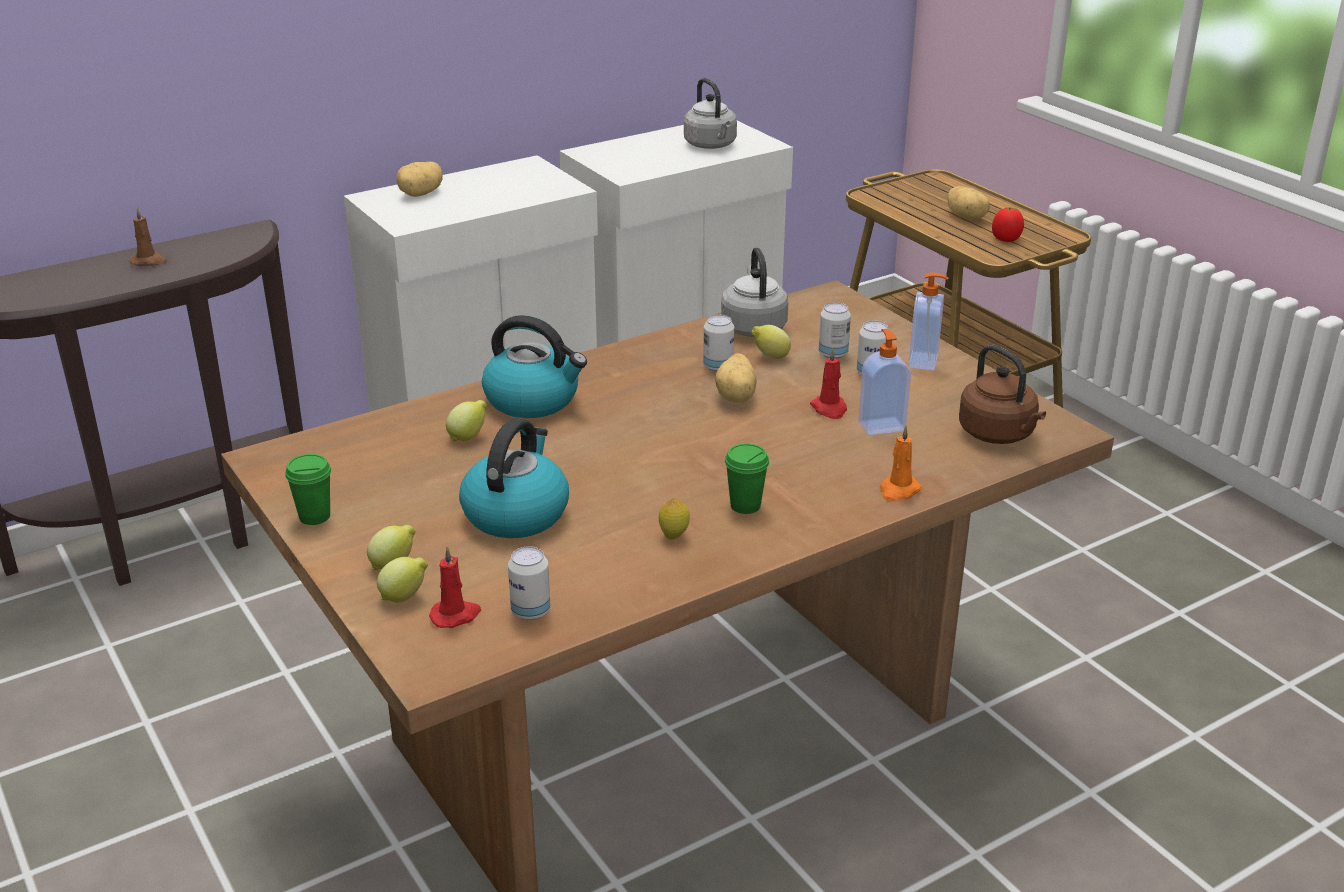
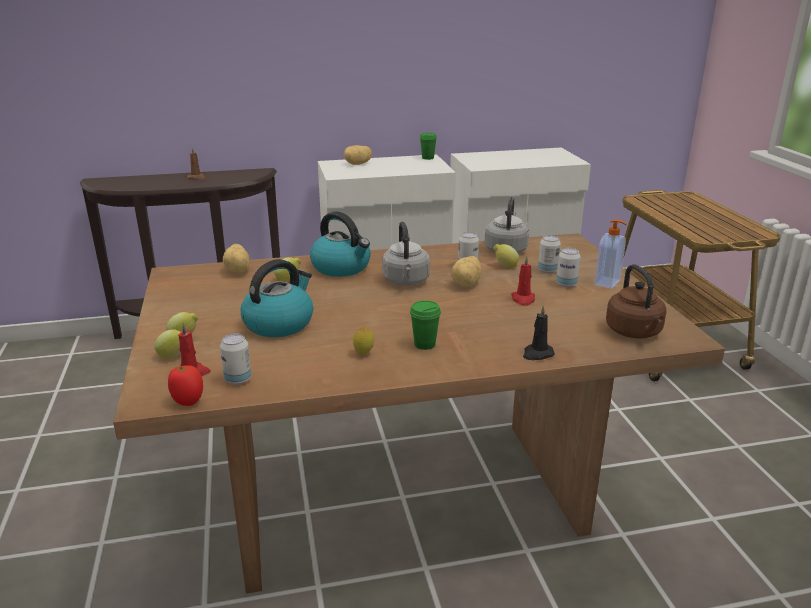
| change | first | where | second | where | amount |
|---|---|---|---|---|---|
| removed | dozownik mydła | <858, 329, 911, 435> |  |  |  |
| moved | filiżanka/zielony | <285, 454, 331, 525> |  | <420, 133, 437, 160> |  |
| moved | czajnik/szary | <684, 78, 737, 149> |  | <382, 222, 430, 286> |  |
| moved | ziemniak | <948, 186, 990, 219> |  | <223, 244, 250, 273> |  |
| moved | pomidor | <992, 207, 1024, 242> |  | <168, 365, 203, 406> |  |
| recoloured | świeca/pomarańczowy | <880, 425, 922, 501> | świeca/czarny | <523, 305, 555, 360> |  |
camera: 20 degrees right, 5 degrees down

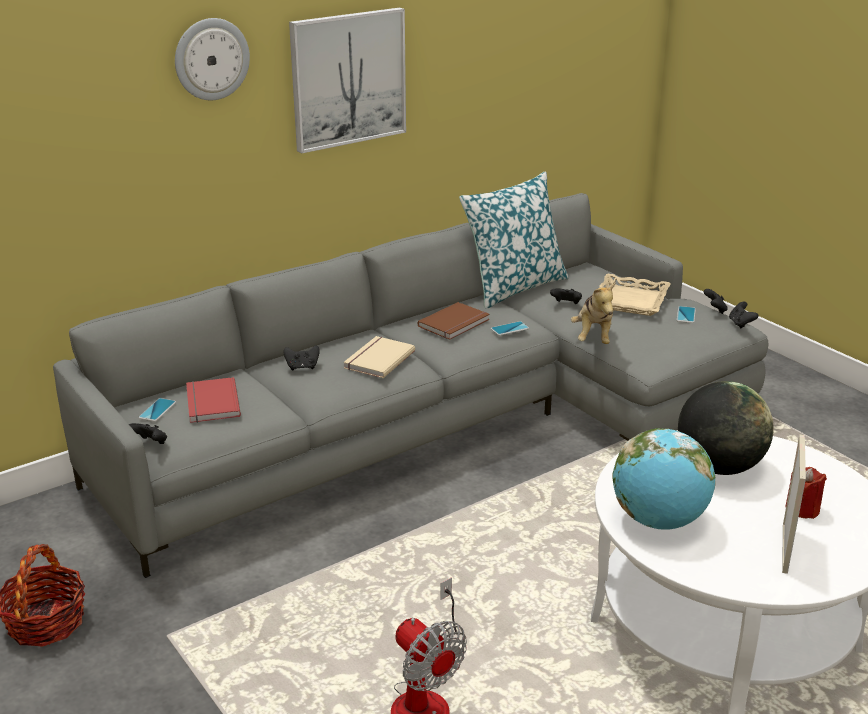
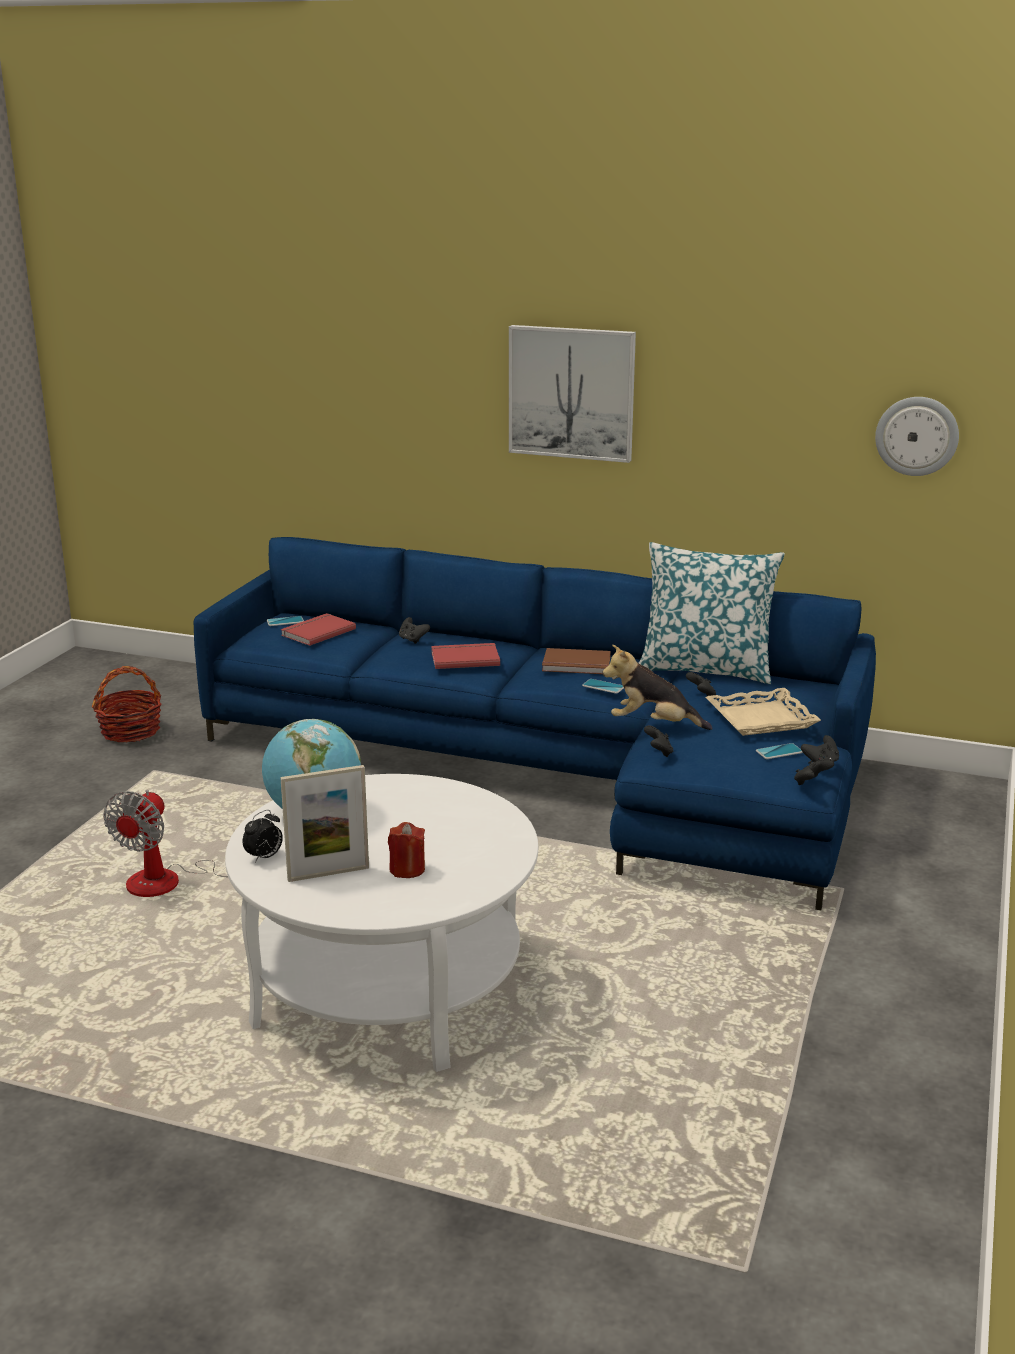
| change | first | where | second | where | amount |
|---|---|---|---|---|---|
| removed | globus | <678, 381, 774, 475> |  |  |  |
| added |  |  | budzik | <243, 810, 283, 863> |  |
| moved | pad do gier/czarny | <129, 423, 167, 444> |  | <644, 725, 673, 757> |  |
| moved | zegar ścienny | <175, 18, 250, 100> |  | <875, 397, 959, 476> |  |
| recoloured | kanapa/szary | <53, 193, 769, 578> | kanapa/niebieski | <194, 537, 876, 910> |  |
| recoloured | książka/beżowy | <343, 336, 415, 378> | książka/czerwony | <431, 643, 500, 669> |  |
| turned | pluszak | <571, 282, 616, 344> |  | <603, 644, 712, 730> | 45 degrees clockwise |
camera: 55 degrees right, 5 degrees down

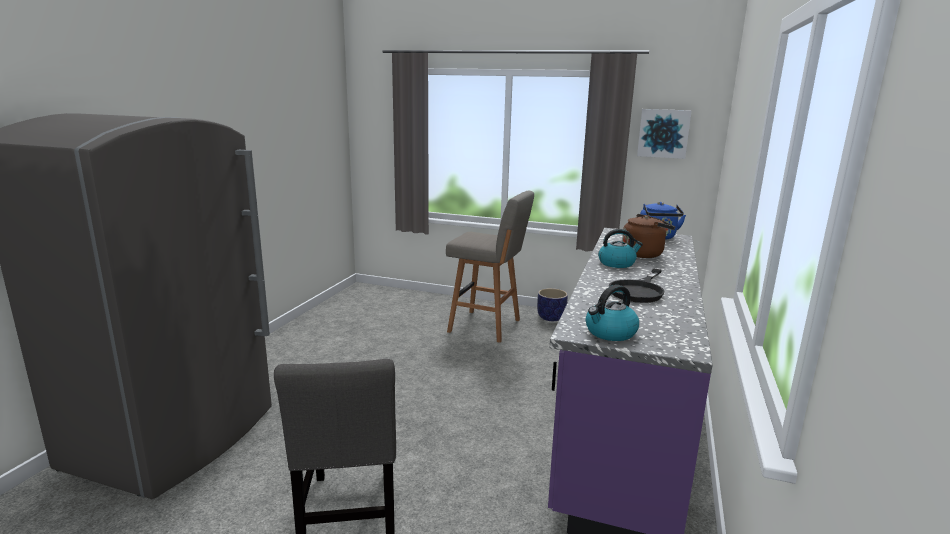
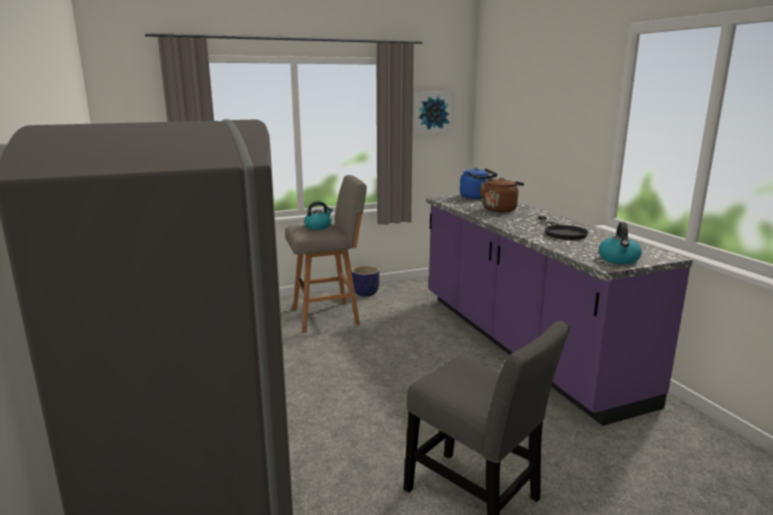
| change | first | where | second | where | amount |
|---|---|---|---|---|---|
| moved | czajnik | <598, 229, 643, 268> |  | <304, 201, 333, 230> |  |
camera: 40 degrees left, 0 degrees up

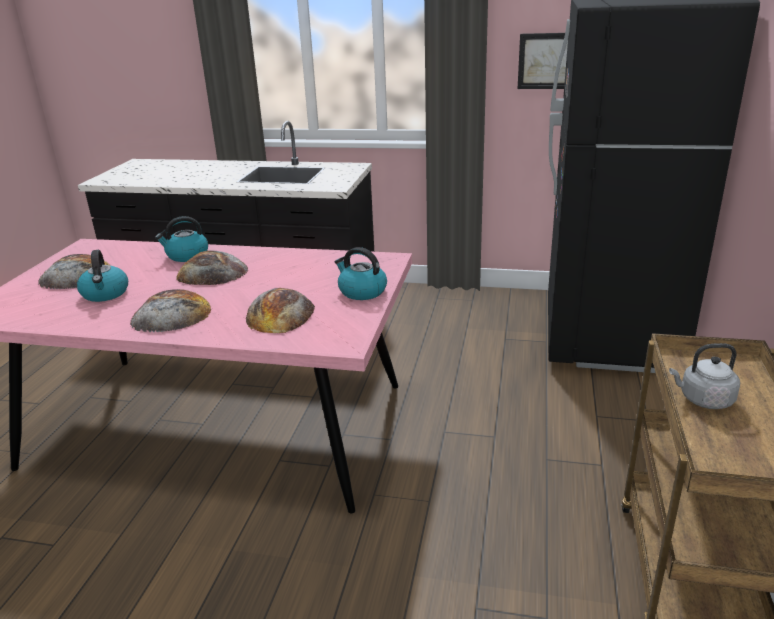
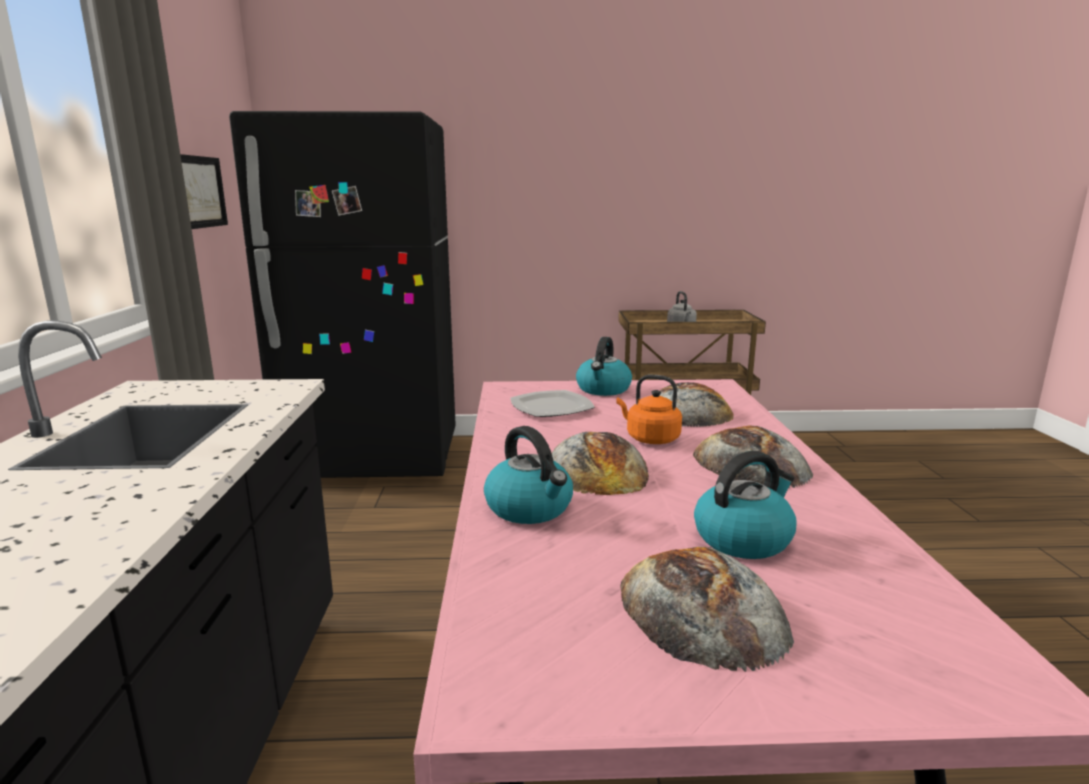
| change | first | where | second | where | amount |
|---|---|---|---|---|---|
| added |  |  | talerz | <510, 390, 595, 417> |  |
| added |  |  | czajnik/pomarańczowy | <617, 375, 682, 444> |  |
camera: 105 degrees left, 10 degrees down

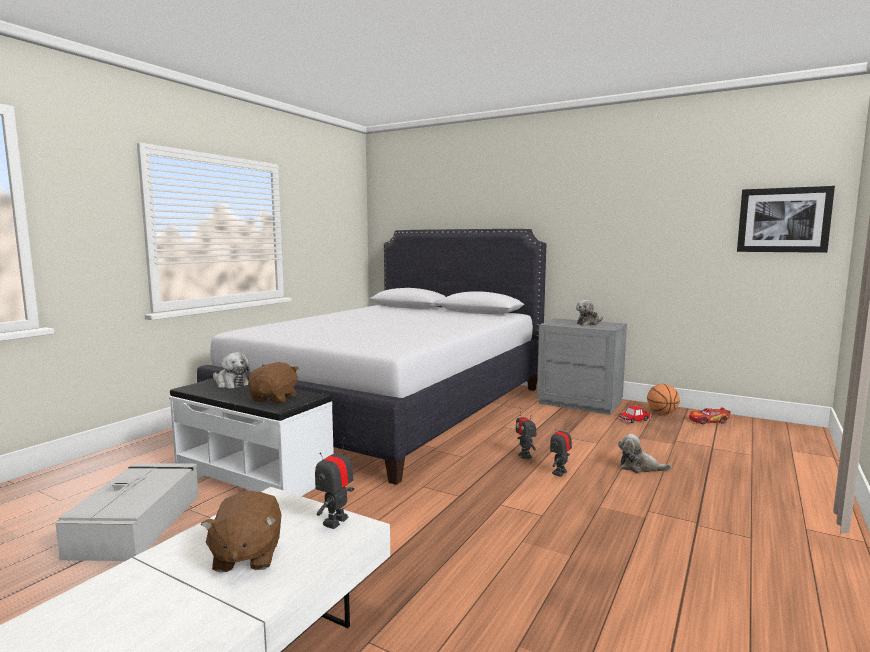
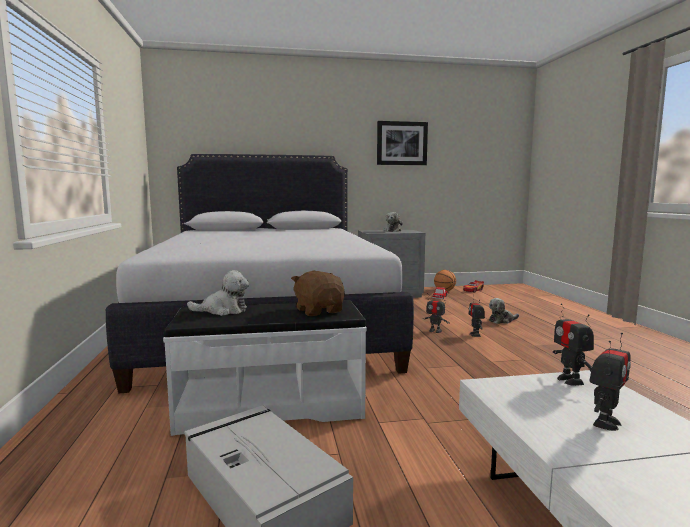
| change | first | where | second | where | amount |
|---|---|---|---|---|---|
| moved | obraz | <737, 186, 835, 253> |  | <377, 121, 428, 165> |  |
| replaced | pluszak/brązowy | <201, 490, 282, 572> | robot zabawkowy | <589, 333, 631, 431> |  |
camera: 40 degrees left, 0 degrees up

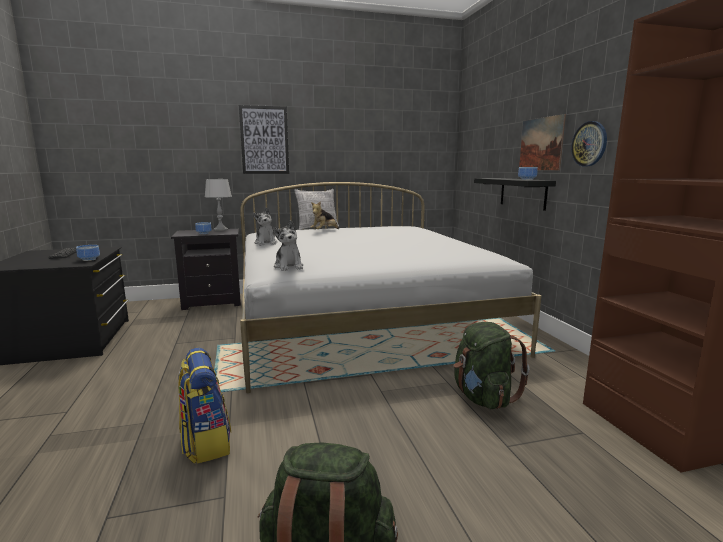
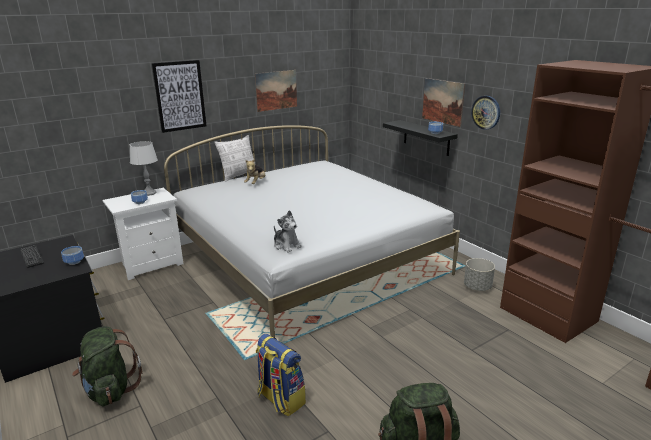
| change | first | where | second | where | amount |
|---|---|---|---|---|---|
| removed | pluszak | <253, 208, 277, 246> |  |  |  |
| added |  |  | obraz | <255, 70, 297, 112> |  |
| added |  |  | donica/szary | <464, 258, 495, 291> |  |
| moved | plecak/zielony | <454, 322, 530, 409> |  | <72, 326, 142, 406> |  |
| recoloured | szafka nocna/czarny | <171, 229, 241, 310> | szafka nocna/biały | <103, 188, 184, 280> |  |
camera: 20 degrees left, 10 degrees up

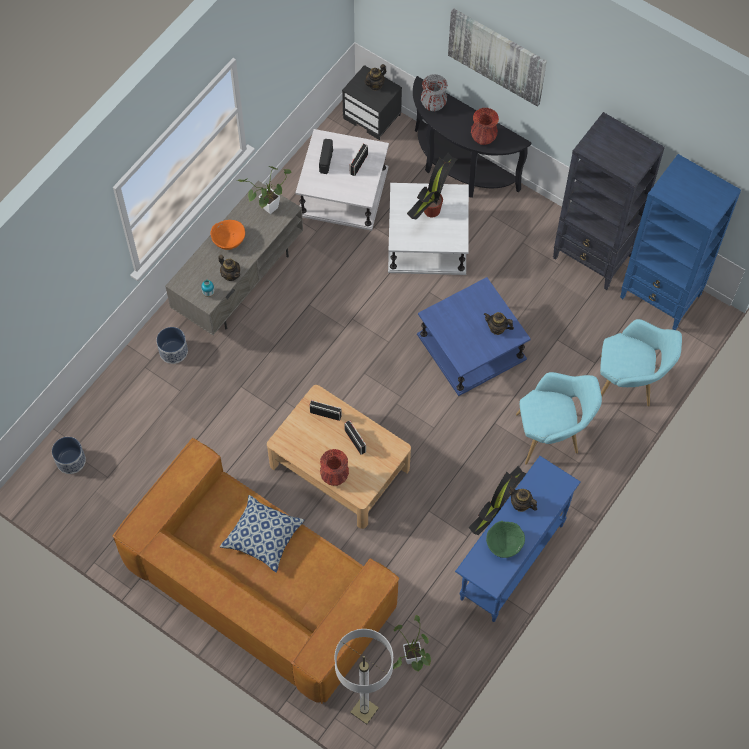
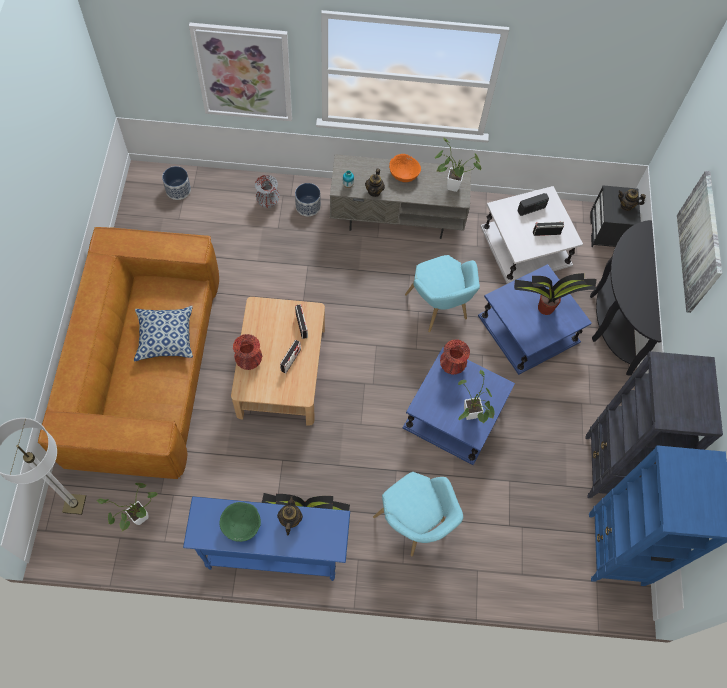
| change | first | where | second | where | amount |
|---|---|---|---|---|---|
| added |  |  | obraz | <189, 23, 292, 121> |  |
| moved | wazon/szary | <421, 74, 448, 111> |  | <255, 175, 279, 208> |  |
| moved | wazon/czerwony | <471, 108, 499, 145> |  | <440, 339, 470, 375> |  |
| moved | fotel/turkusowy | <600, 319, 682, 406> |  | <405, 255, 480, 332> |  |
| replaced | imbryk | <484, 312, 514, 335> | roślina doniczkowa | <458, 370, 495, 424> |  |
| recoloured | stolik/biały | <388, 183, 469, 275> | stolik/niebieski | <478, 264, 592, 375> |  |
camera: 55 degrees right, 0 degrees up

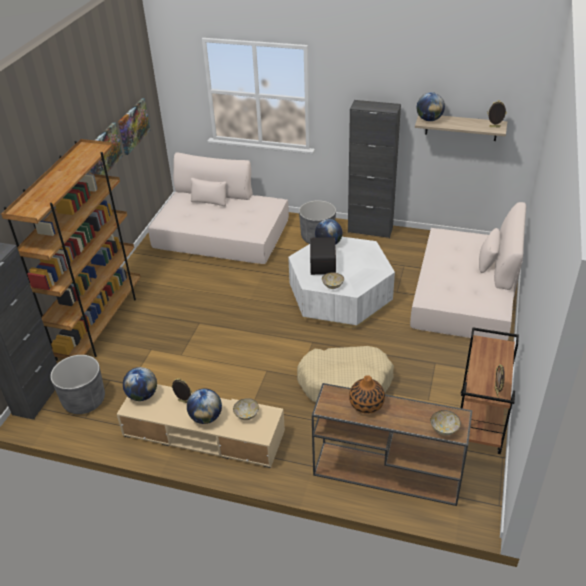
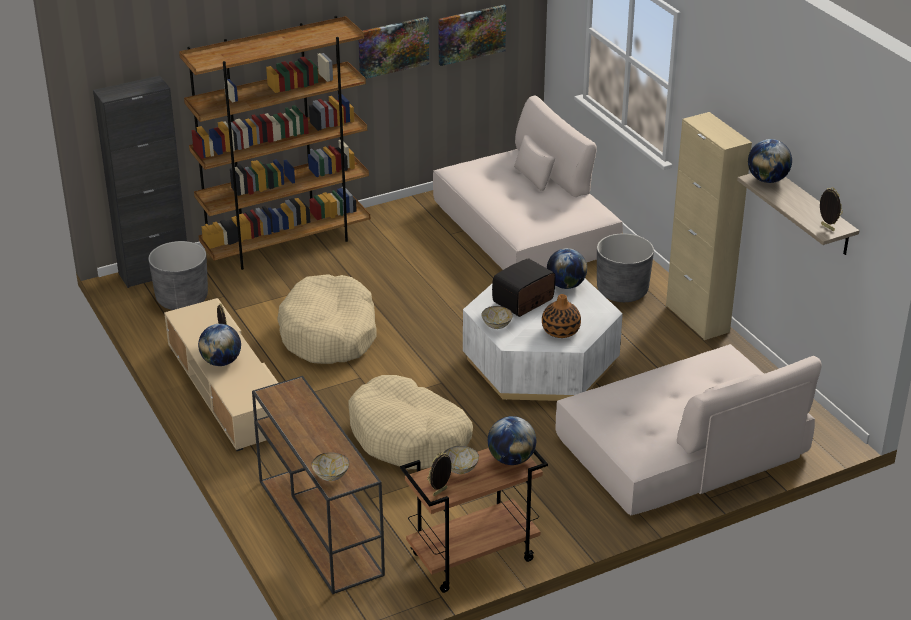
| change | first | where | second | where | amount |
|---|---|---|---|---|---|
| added |  |  | legowisko/beżowy | <277, 274, 377, 364> |  |
| moved | globus | <123, 367, 157, 401> |  | <488, 416, 536, 465> |  |
| moved | miska | <233, 398, 259, 420> |  | <444, 446, 479, 474> |  |
| moved | wazon | <349, 375, 385, 414> |  | <542, 294, 581, 338> |  |
| recoloured | szafka/czarny | <348, 100, 401, 238> | szafka/beżowy | <666, 112, 752, 340> |  |
camera: 45 degrees right, 5 degrees down

